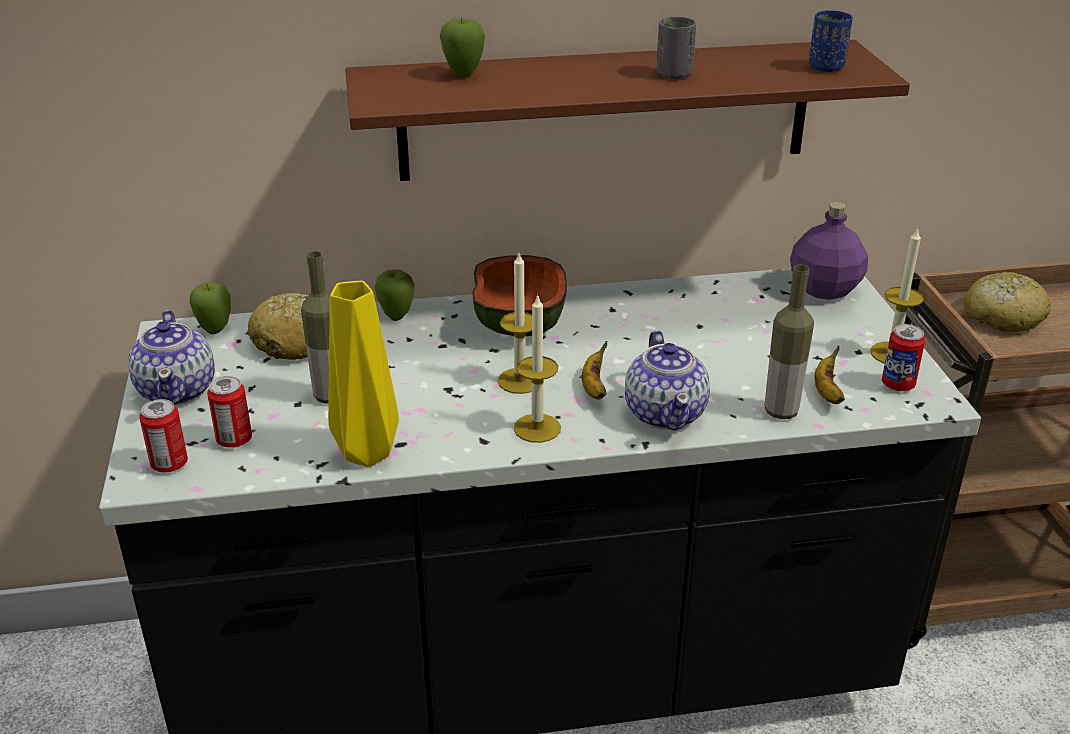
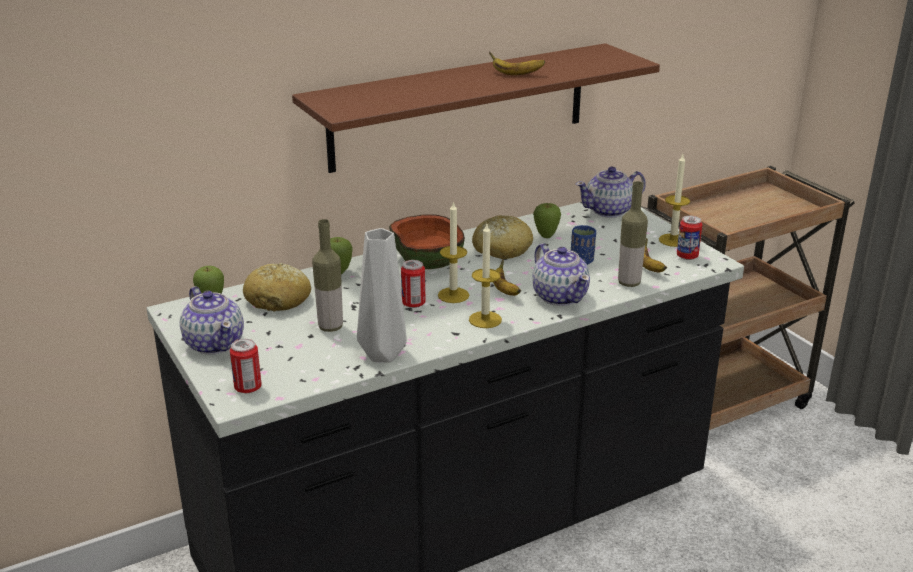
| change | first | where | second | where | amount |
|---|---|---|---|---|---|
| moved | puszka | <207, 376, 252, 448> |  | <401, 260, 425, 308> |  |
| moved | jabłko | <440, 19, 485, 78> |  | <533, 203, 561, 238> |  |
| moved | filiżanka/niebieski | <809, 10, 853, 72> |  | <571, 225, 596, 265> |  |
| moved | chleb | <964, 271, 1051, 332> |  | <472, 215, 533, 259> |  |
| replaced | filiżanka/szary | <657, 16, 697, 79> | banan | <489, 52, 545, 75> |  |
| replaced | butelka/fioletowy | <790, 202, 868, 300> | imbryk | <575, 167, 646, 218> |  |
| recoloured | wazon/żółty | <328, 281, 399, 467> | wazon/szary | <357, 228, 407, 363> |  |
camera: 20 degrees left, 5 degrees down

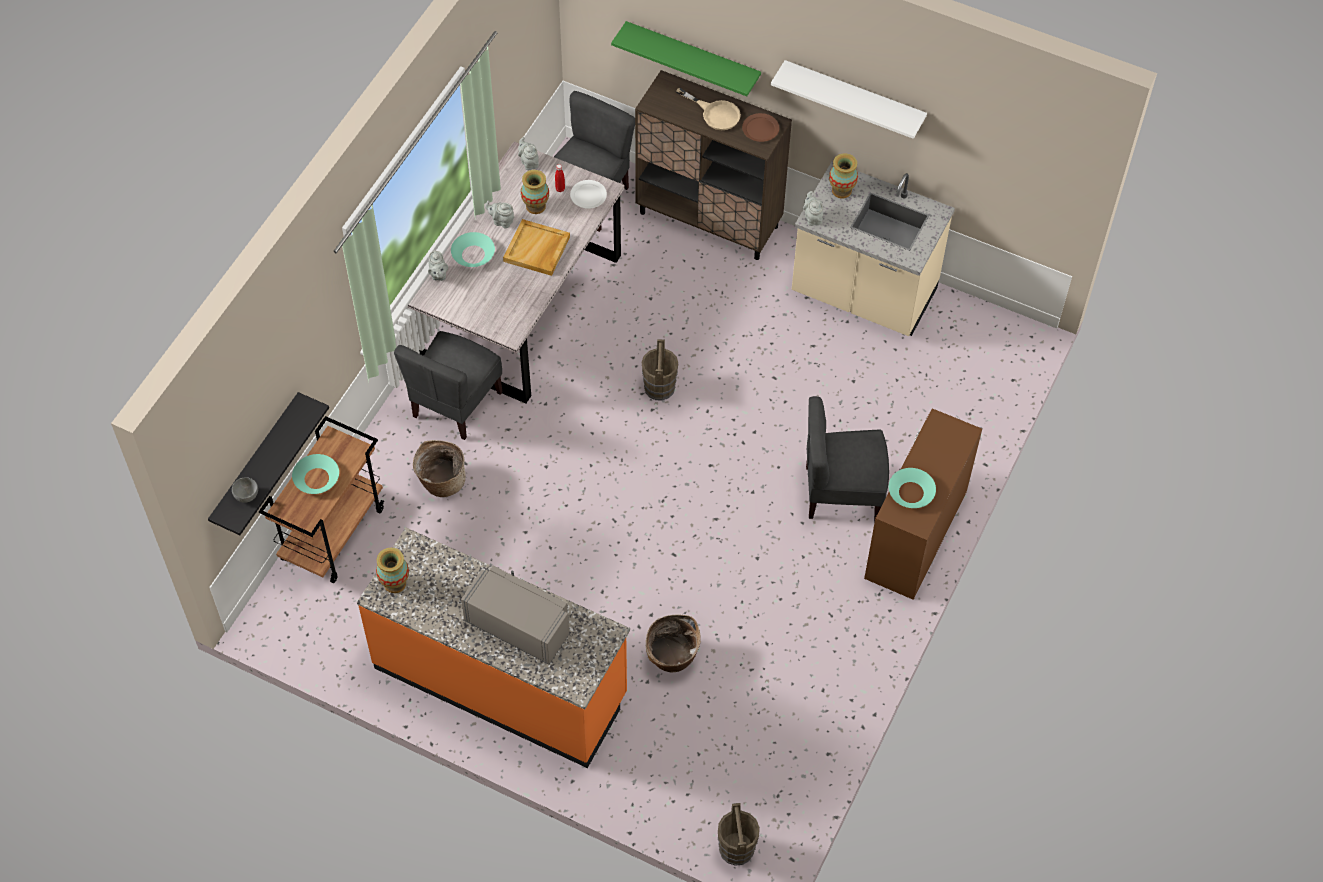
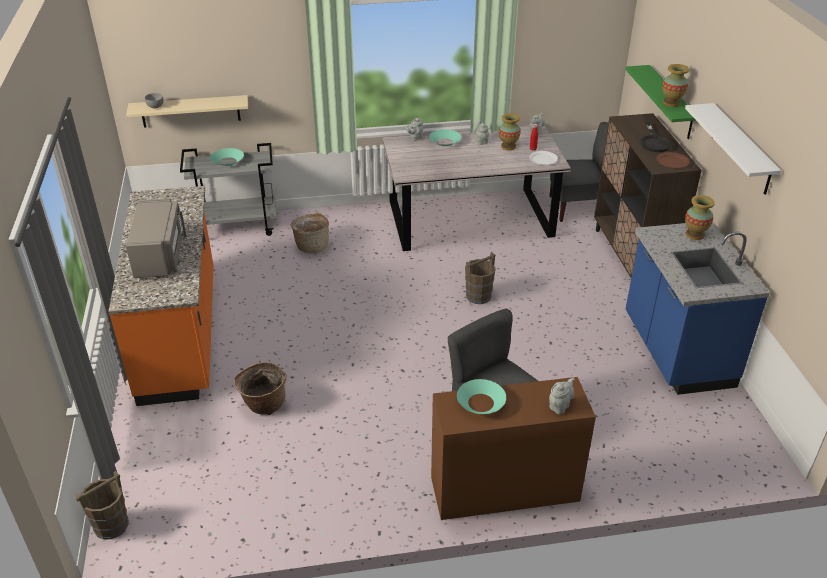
| change | first | where | second | where | amount |
|---|---|---|---|---|---|
| removed | krzesło/szary | <394, 331, 502, 440> |  |  |  |
| removed | taca/beżowy | <503, 219, 570, 276> |  |  |  |
| moved | wazon | <376, 548, 409, 593> |  | <662, 64, 689, 107> |  |
| moved | imbryk/szary | <803, 191, 823, 226> |  | <549, 378, 575, 414> |  |
| recoloured | półka/czarny | <208, 392, 329, 535> | półka/beżowy | <126, 95, 248, 128> |  |
| recoloured | wózek/brązowy | <259, 416, 384, 583> | wózek/szary | <180, 143, 276, 236> |  |
| recoloured | patelnia/beżowy | <676, 87, 741, 130> | patelnia/czarny | <640, 121, 673, 152> |  |
| recoloured | zabudowa kuchenna/beżowy | <792, 161, 955, 336> | zabudowa kuchenna/niebieski | <626, 222, 770, 395> |  |
camera: 55 degrees right, 20 degrees down

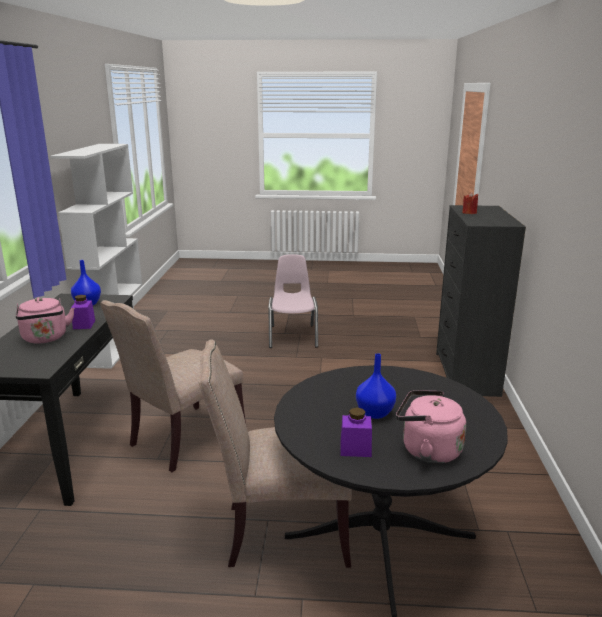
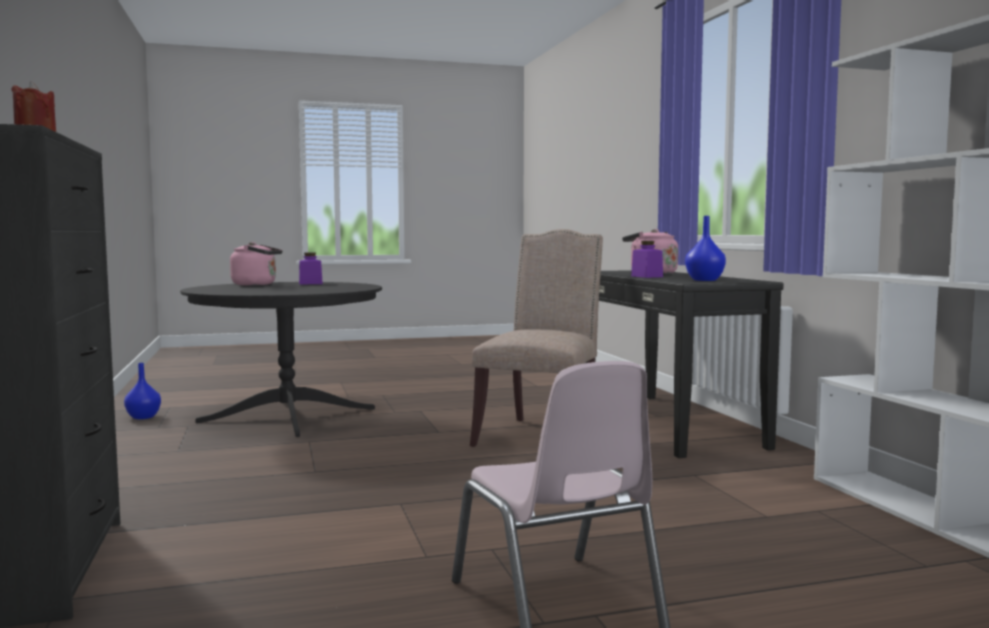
| change | first | where | second | where | amount |
|---|---|---|---|---|---|
| removed | krzesło/beżowy | <199, 339, 352, 568> |  |  |  |
| moved | wazon/niebieski | <356, 353, 396, 419> |  | <124, 363, 161, 419> |  |
camera: 160 degrees right, 15 degrees down

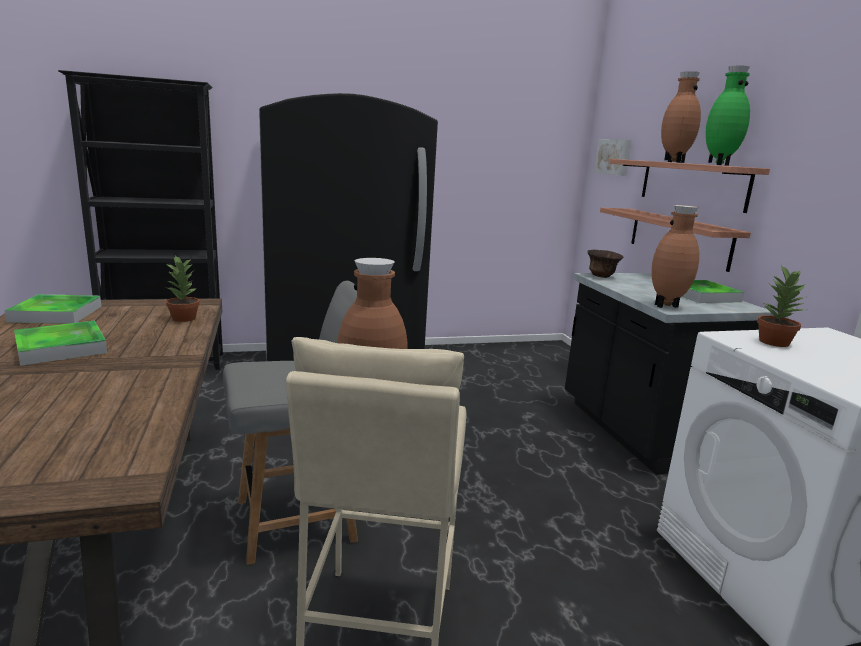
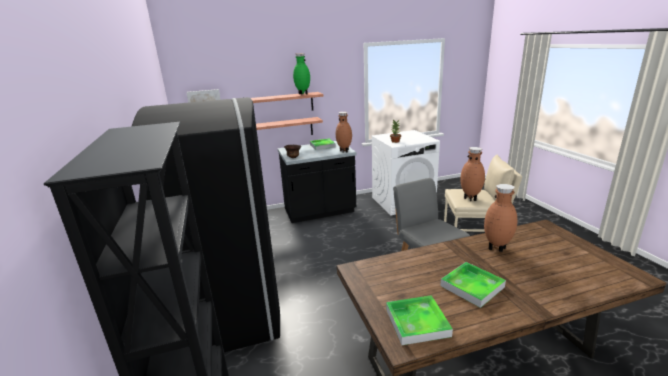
| change | first | where | second | where | amount |
|---|---|---|---|---|---|
| removed | roślina doniczkowa | <166, 255, 200, 322> |  |  |  |
| moved | wazon/brązowy | <661, 71, 701, 163> |  | <484, 184, 517, 252> |  |
camera: 90 degrees left, 5 degrees up

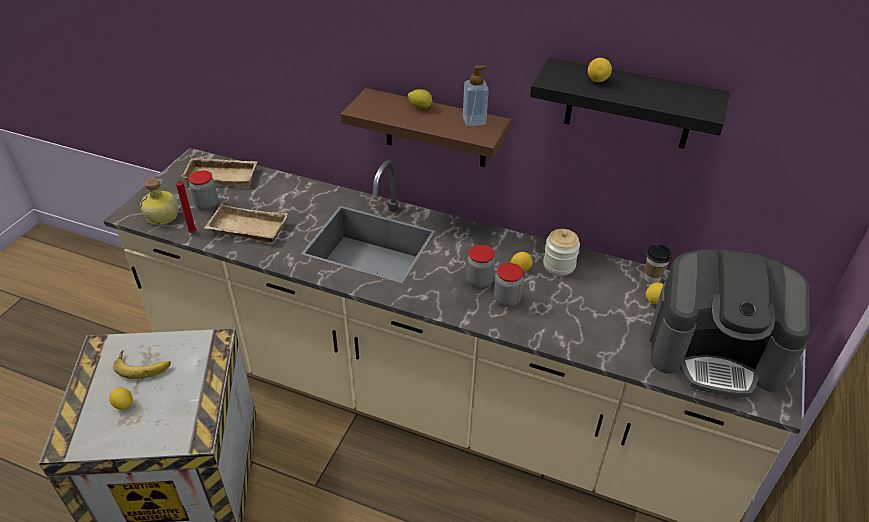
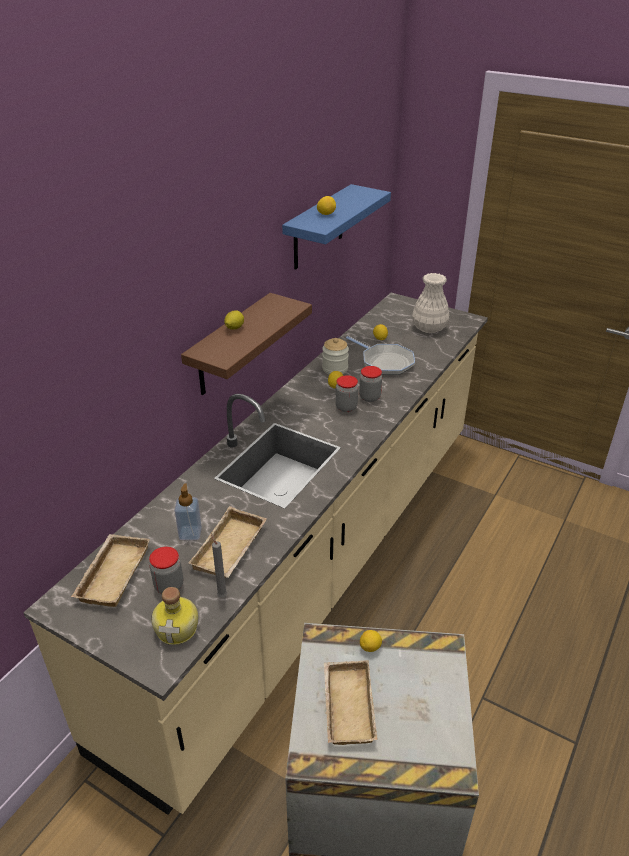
| change | first | where | second | where | amount |
|---|---|---|---|---|---|
| removed | filiżanka | <644, 245, 672, 284> |  |  |  |
| added |  |  | patelnia | <346, 336, 415, 375> |  |
| moved | cytryna | <109, 387, 133, 410> |  | <360, 630, 382, 652> |  |
| moved | dozownik mydła | <463, 65, 489, 126> |  | <174, 483, 202, 540> |  |
| replaced | banan | <113, 350, 171, 379> | taca/beżowy | <324, 660, 377, 745> |  |
| replaced | ekspres do kawy | <649, 249, 810, 397> | wazon/biały | <412, 273, 449, 333> |  |
| recoloured | świeca/czerwony | <176, 174, 197, 233> | świeca/szary | <211, 533, 227, 597> |  |
| recoloured | półka/czarny | <530, 58, 730, 149> | półka/niebieski | <282, 184, 391, 270> |  |
camera: 80 degrees left, 5 degrees down

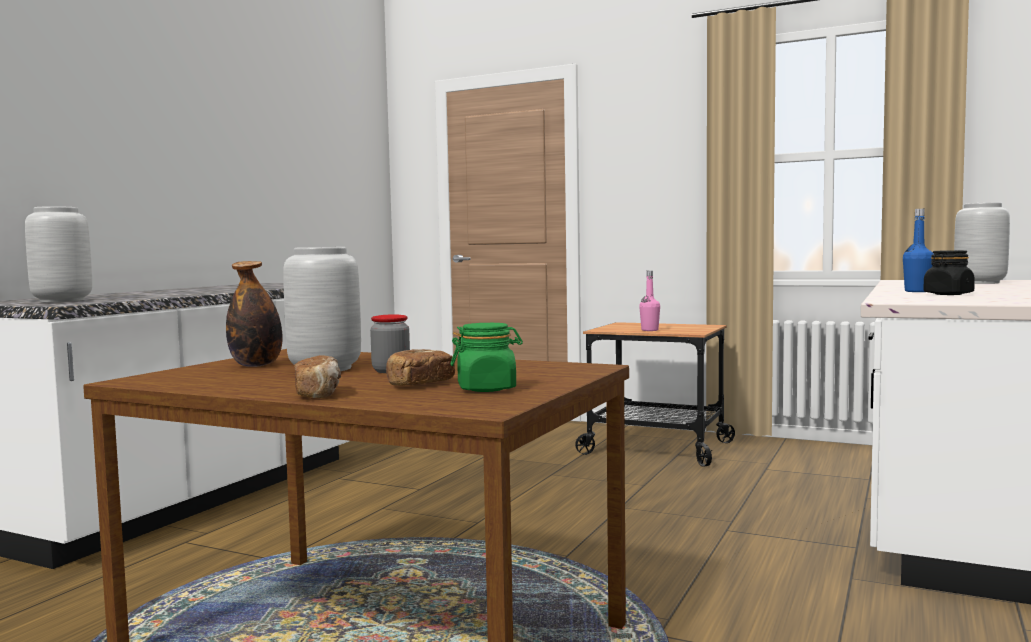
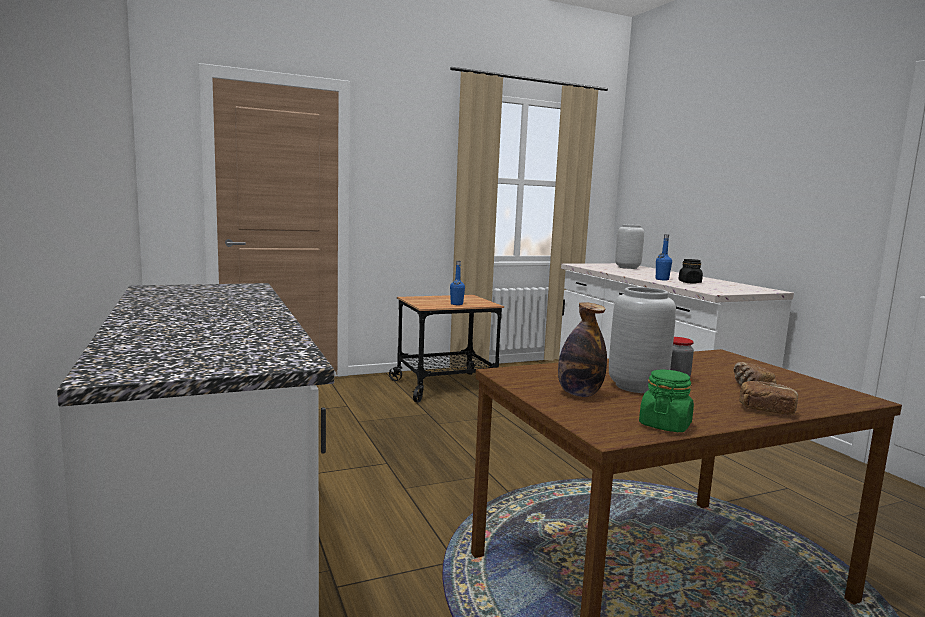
| change | first | where | second | where | amount |
|---|---|---|---|---|---|
| removed | wazon/szary | <25, 206, 92, 302> |  |  |  |
| moved | słoik/zielony | <450, 323, 523, 392> |  | <639, 369, 694, 432> |  |
| recoloured | butelka/różowy | <639, 271, 660, 331> | butelka/niebieski | <450, 261, 465, 305> |  |
camera: 50 degrees left, 5 degrees up

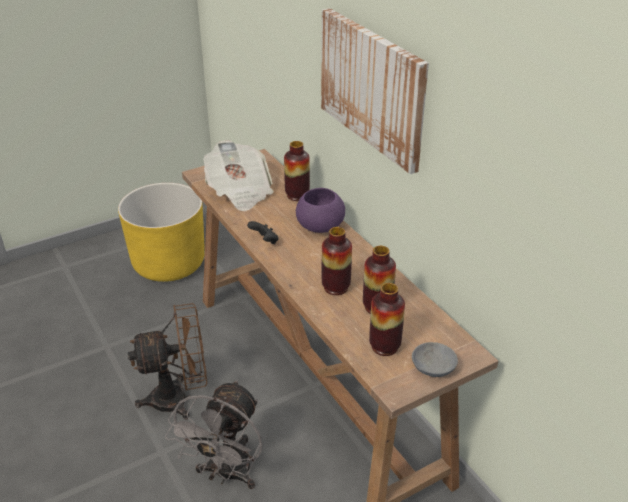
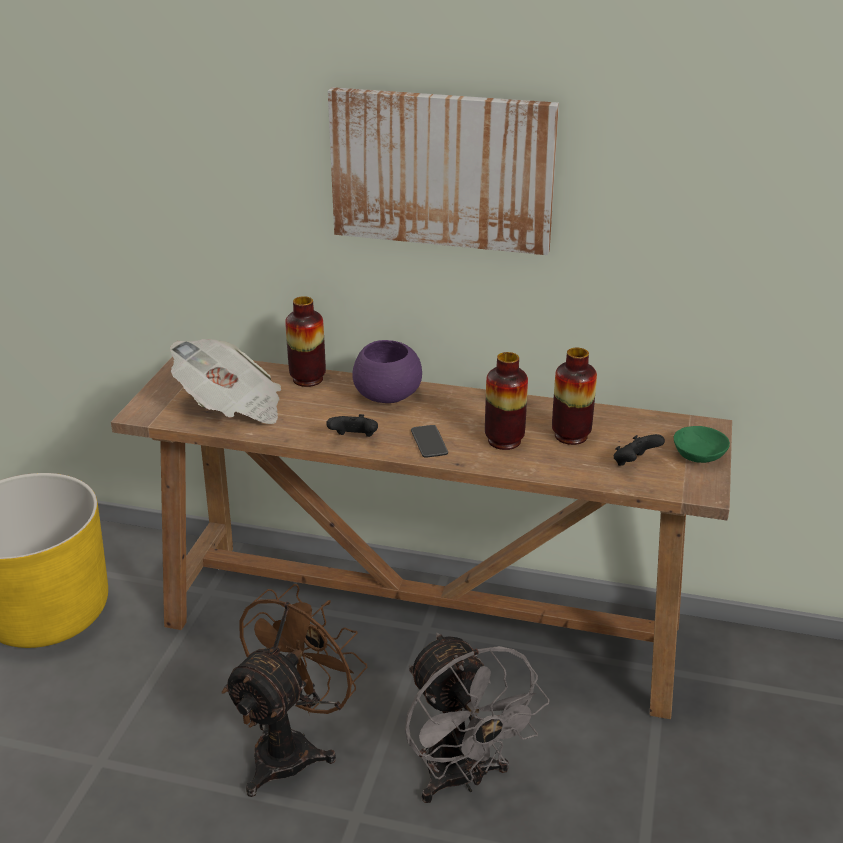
| change | first | where | second | where | amount |
|---|---|---|---|---|---|
| added |  |  | telefon | <411, 425, 448, 458> |  |
| replaced | wazon | <369, 283, 405, 356> | pad do gier/czarny | <614, 434, 665, 466> |  |
| recoloured | miska/szary | <412, 342, 458, 377> | miska/zielony | <674, 426, 730, 463> |  |
camera: 45 degrees left, 5 degrees down

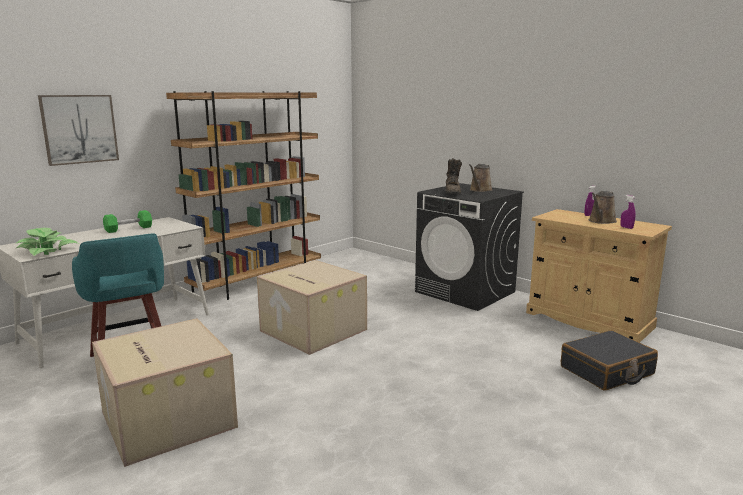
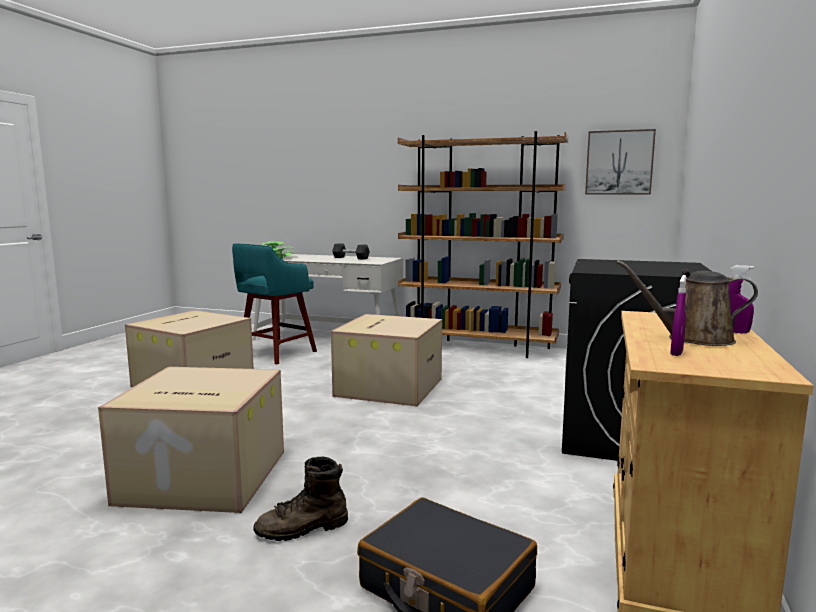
| change | first | where | second | where | amount |
|---|---|---|---|---|---|
| removed | konewka/brązowy | <469, 164, 493, 192> |  |  |  |
| added |  |  | karton | <98, 367, 284, 513> |  |
| moved | obraz | <38, 95, 119, 166> |  | <585, 129, 656, 194> |  |
| moved | but z cholewką/brązowy | <445, 158, 462, 194> |  | <253, 457, 348, 541> |  |
| recoloured | hantel/zielony | <103, 210, 152, 233> | hantel/czarny | <332, 243, 370, 260> |  |
camera: 65 degrees right, 5 degrees down

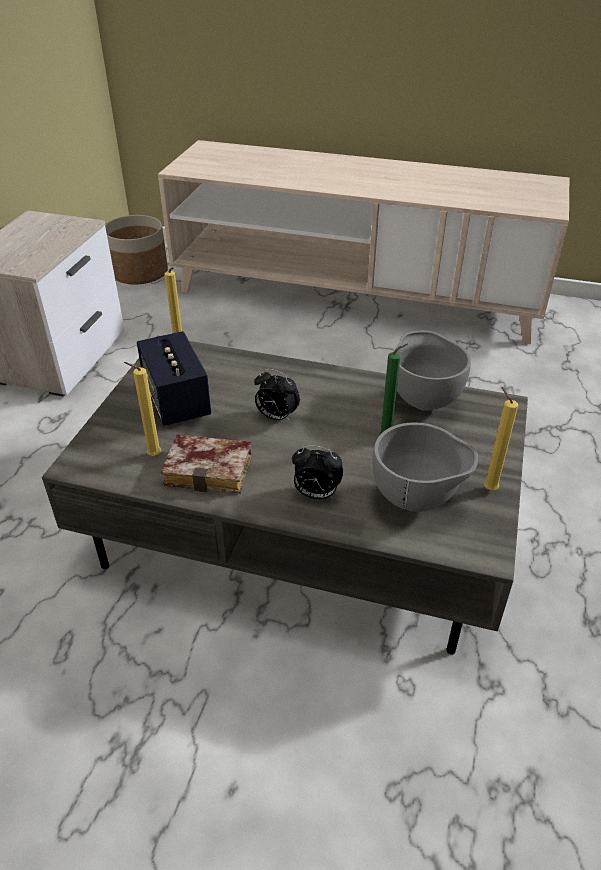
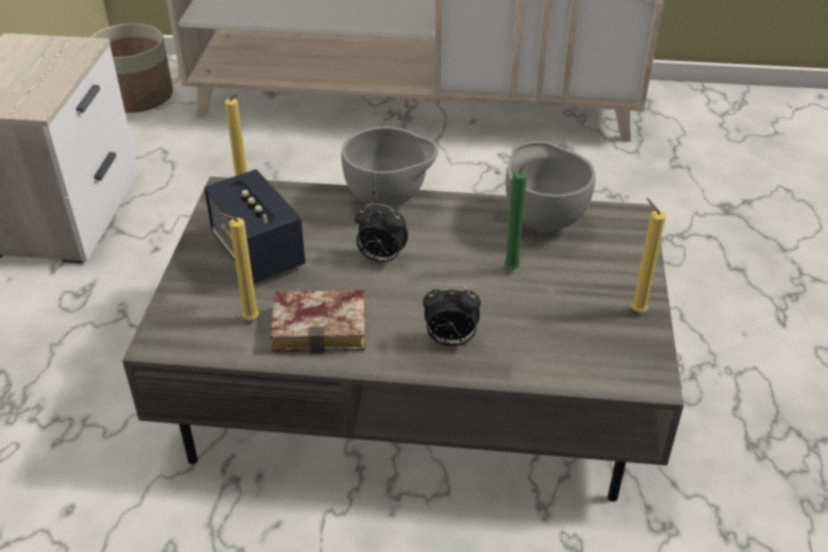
| change | first | where | second | where | amount |
|---|---|---|---|---|---|
| moved | miska/szary | <373, 422, 478, 512> |  | <341, 127, 438, 210> |  |
camera: 10 degrees left, 0 degrees up

